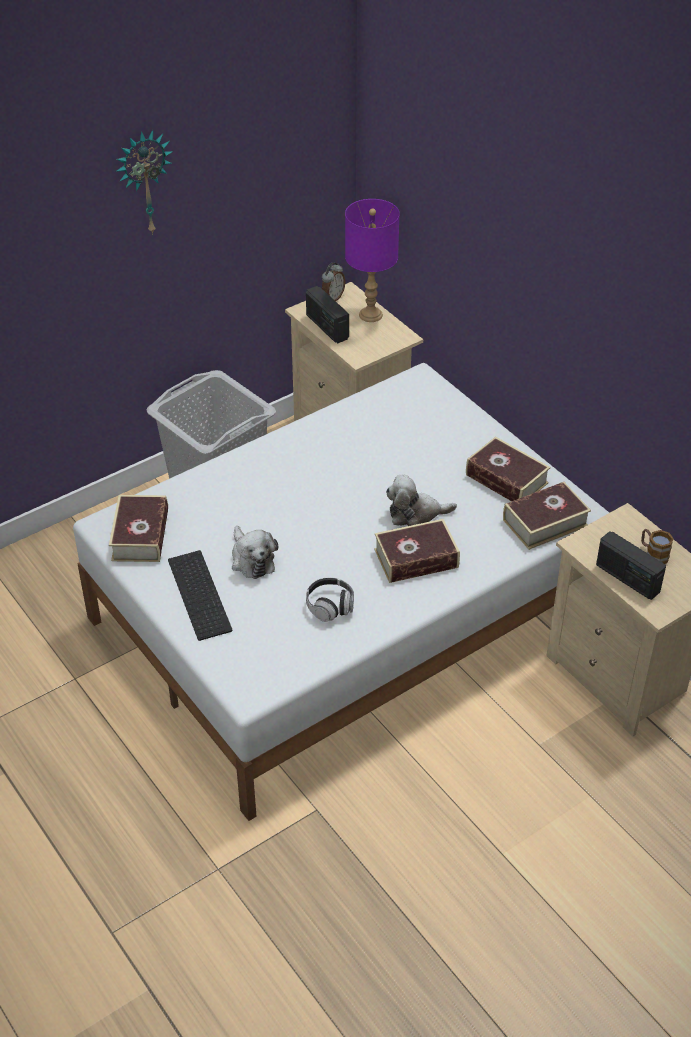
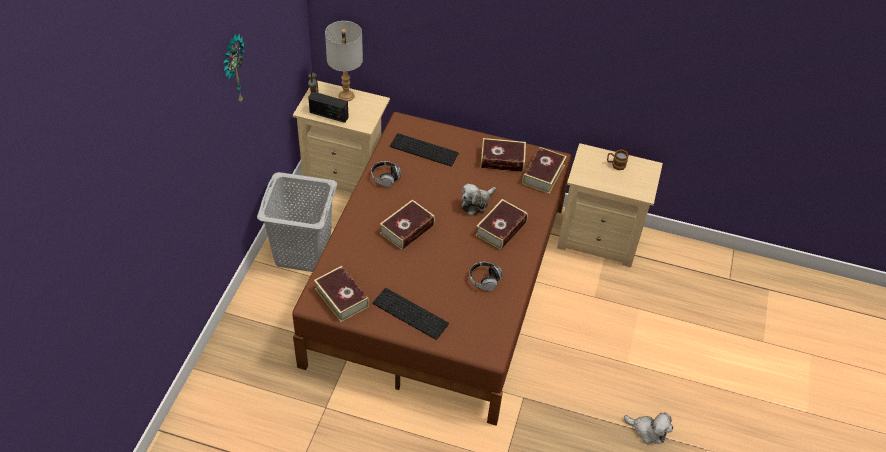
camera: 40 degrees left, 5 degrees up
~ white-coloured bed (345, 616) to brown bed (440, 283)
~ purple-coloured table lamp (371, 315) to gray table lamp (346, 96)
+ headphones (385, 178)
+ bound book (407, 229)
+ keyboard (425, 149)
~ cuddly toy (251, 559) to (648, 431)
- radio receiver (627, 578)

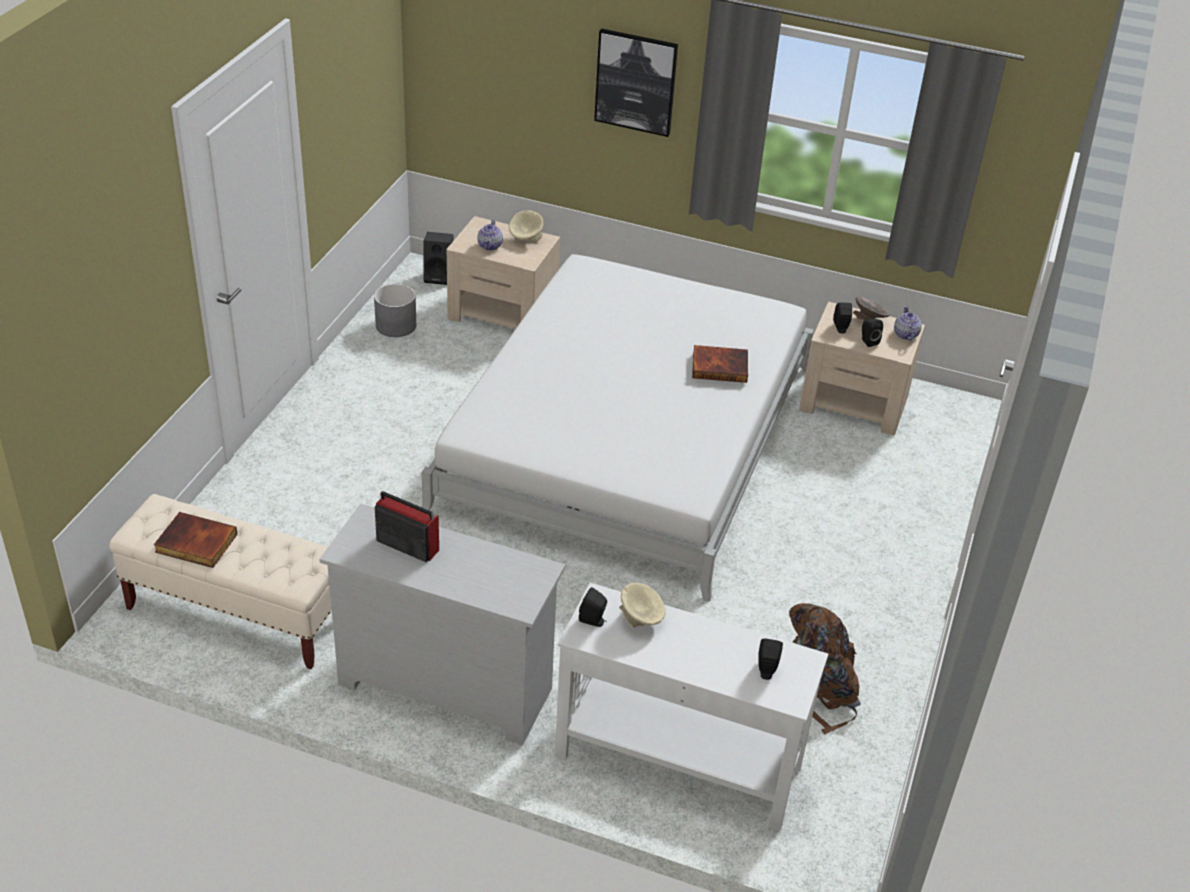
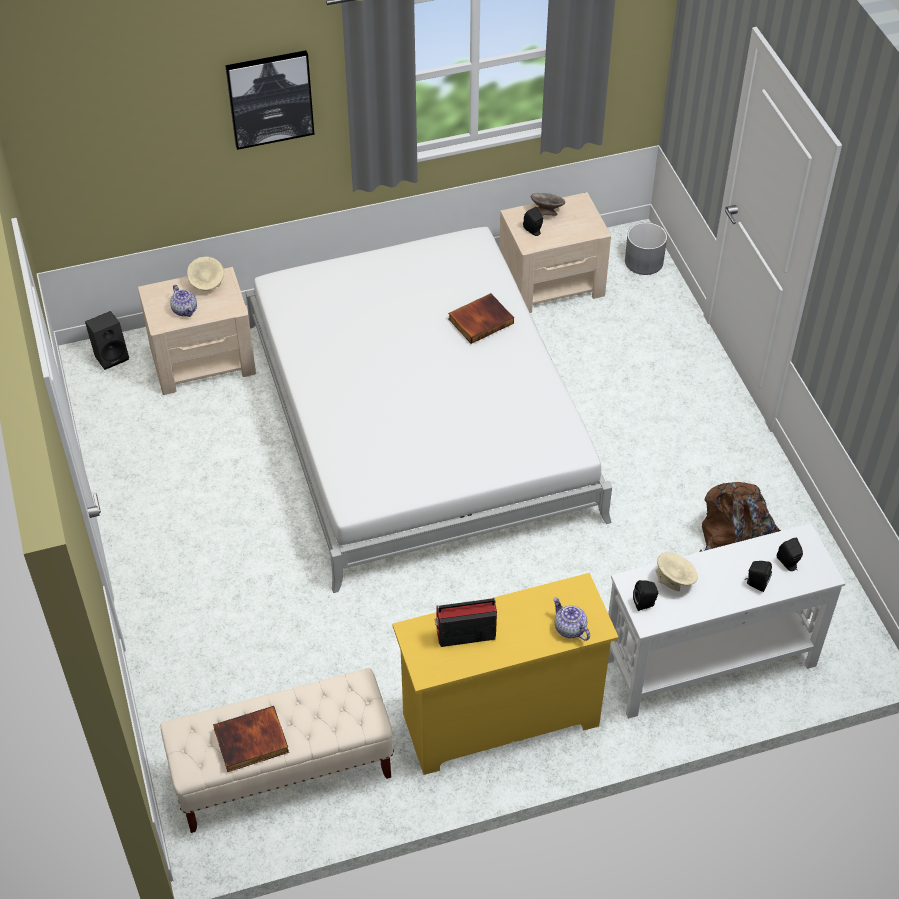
camera: 35 degrees left, 10 degrees up
~ white-coloured dresser (444, 686) to yellow dresser (499, 720)
~ pot for tea (905, 334) to (569, 628)
~ gray planter (396, 325) to (644, 261)
~ black-coloured audio speaker (868, 341) to (755, 583)

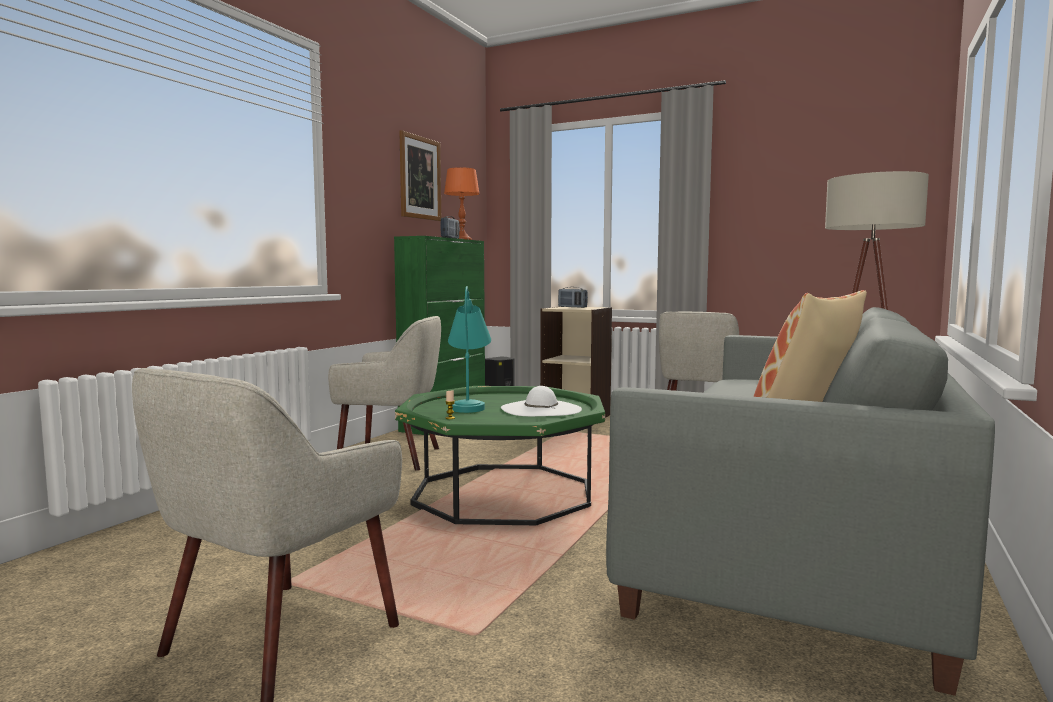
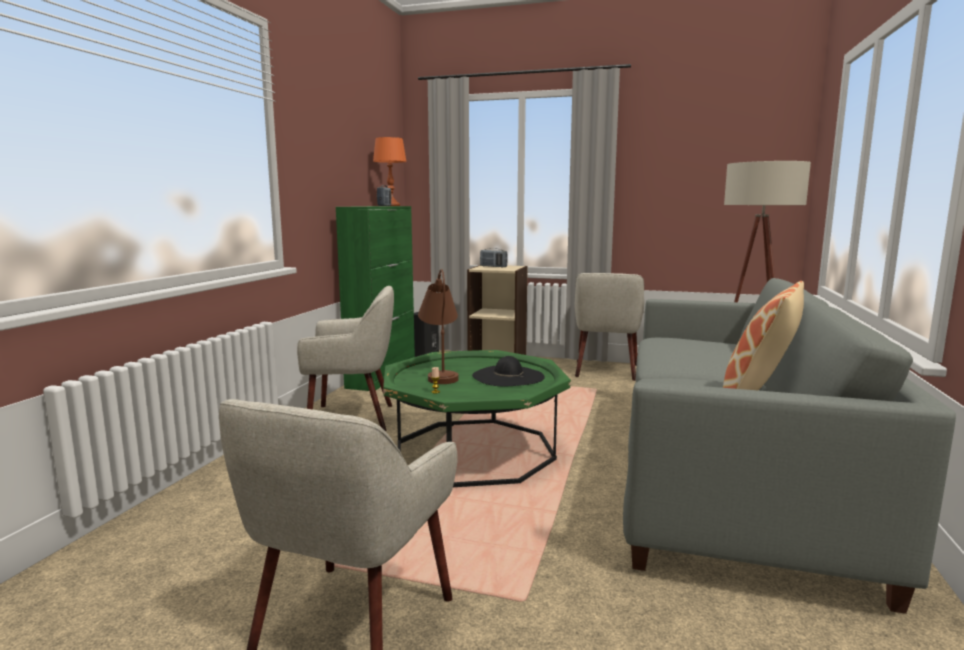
camera: 10 degrees left, 5 degrees up
~ turquoise table lamp (469, 404) to brown table lamp (441, 373)
~ white-coloured clothing hat (541, 409) to black-coloured clothing hat (508, 376)
- wall art (420, 178)

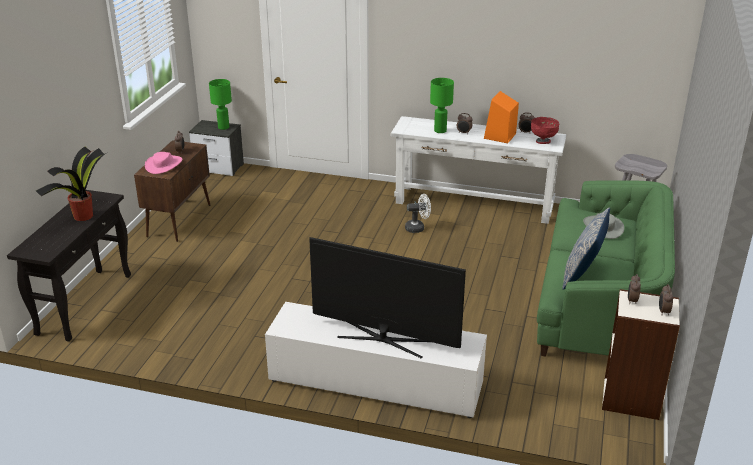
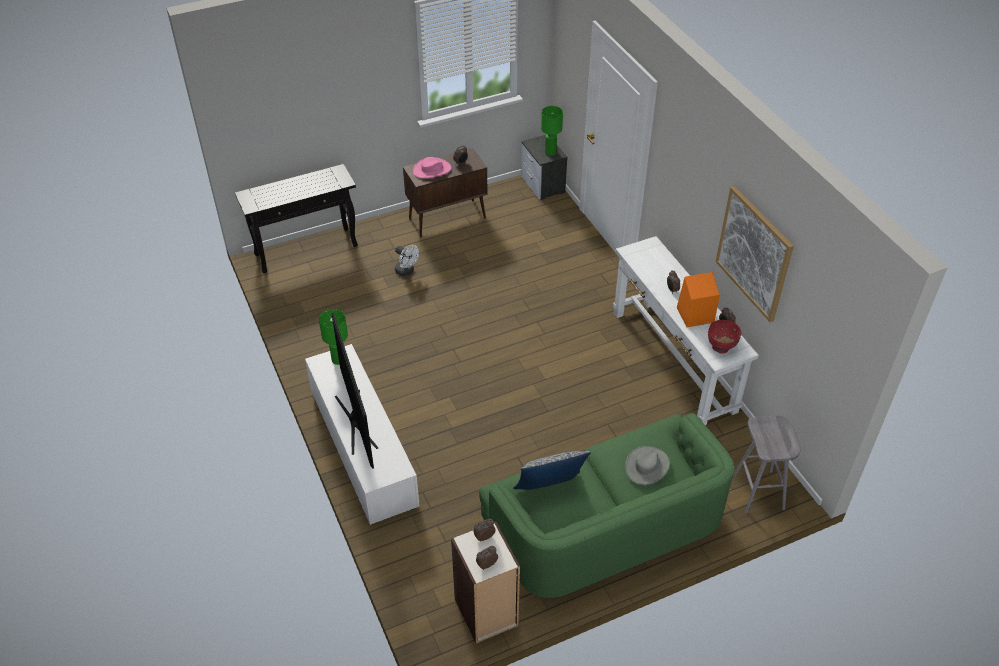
camera: 50 degrees right, 15 degrees up
~ greenish table lamp (440, 131) to (338, 360)
~ white-coloured fan (418, 228) to (406, 271)
+ wall art (754, 253)
- houseplant (82, 217)

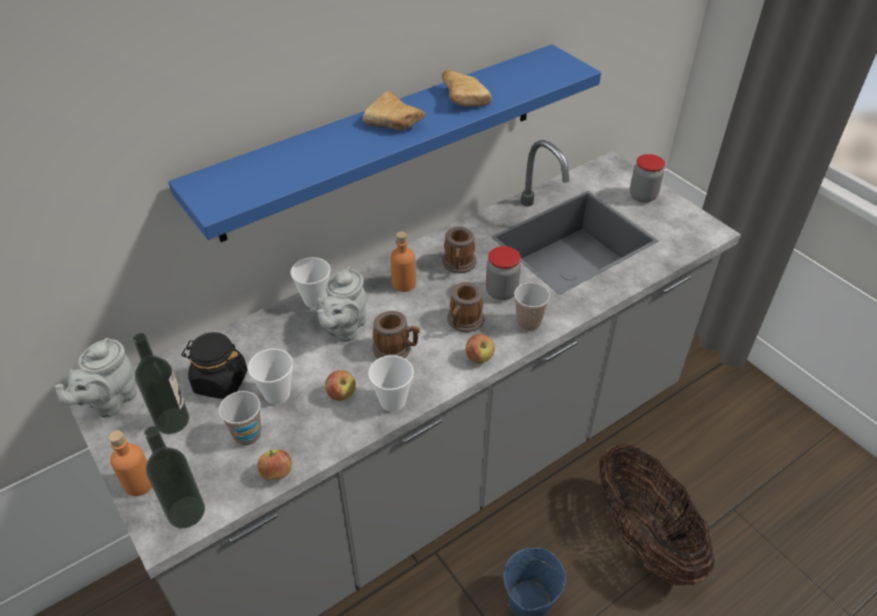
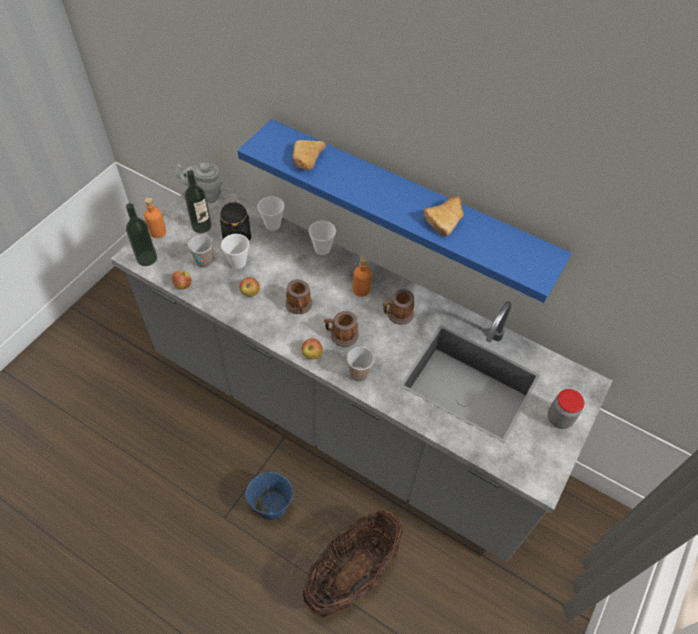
camera: 65 degrees right, 10 degrees up
~ drinking cup (392, 401) to (272, 225)
~ bread (396, 123) to (307, 162)
- gray pot for tea (344, 328)
- jar (501, 291)

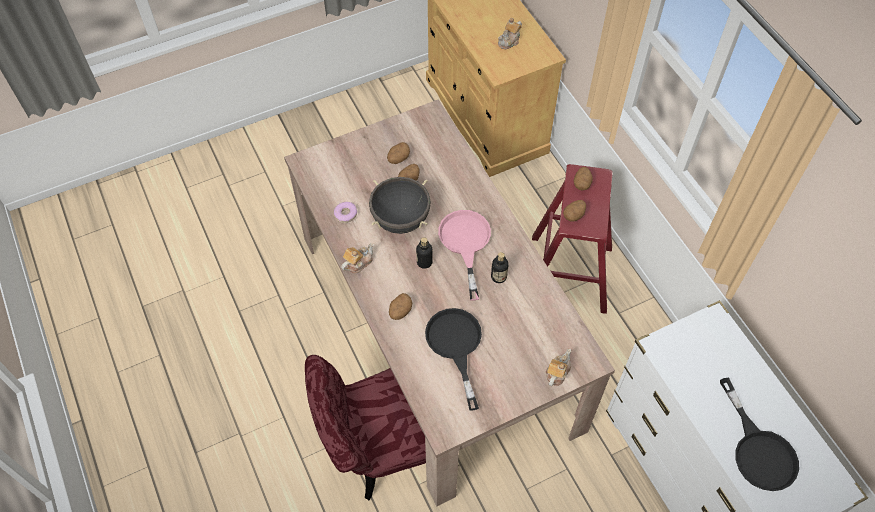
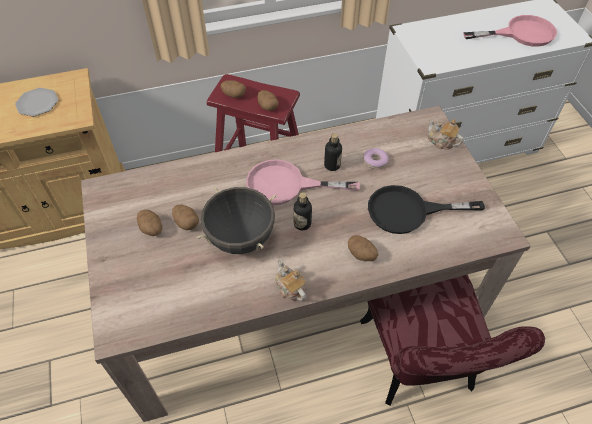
camera: 80 degrees left, 5 degrees down
~ pot for tea (509, 41) to dinner plate (38, 103)
~ doughnut (345, 214) to (375, 161)
~ black-coloured pan (759, 450) to pink pan (521, 34)

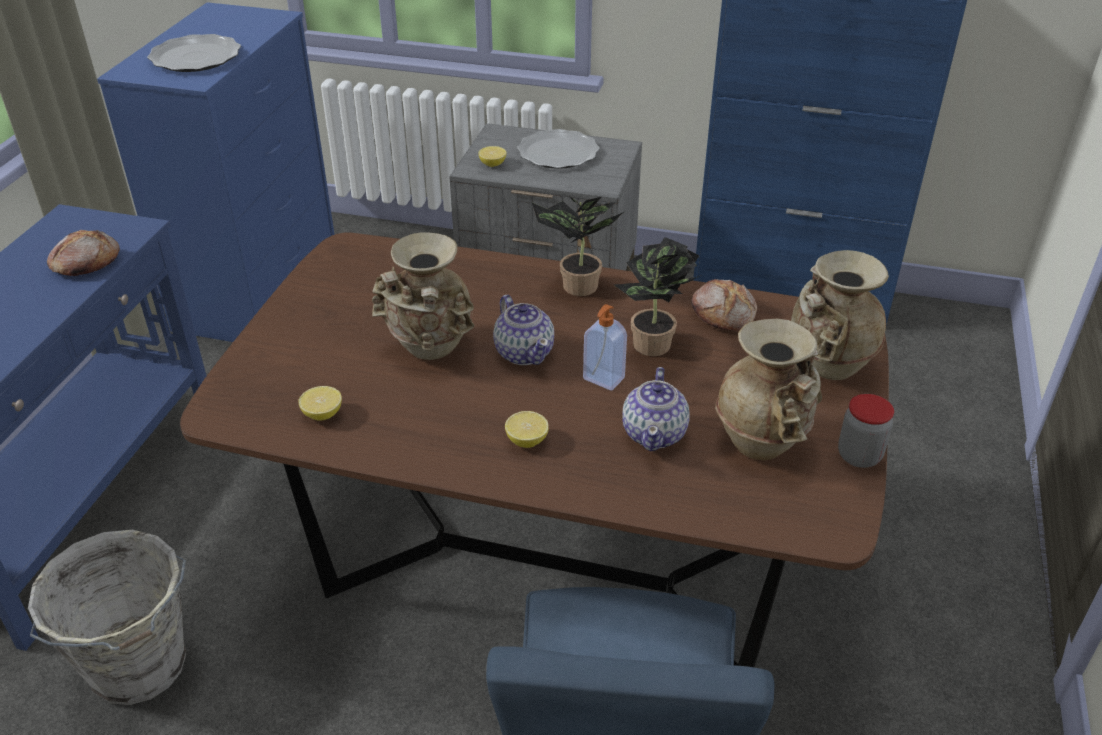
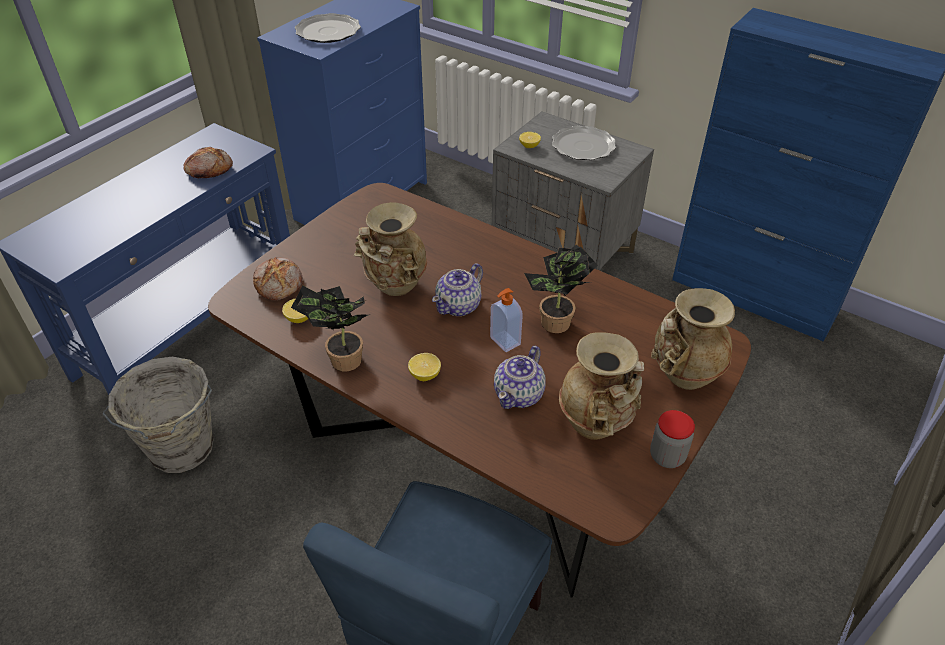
camera: 20 degrees right, 5 degrees up
~ bread (724, 313) to (280, 284)
~ houseplant (575, 287) to (341, 360)
~ pot for tea (524, 352) = (459, 306) 45 degrees clockwise

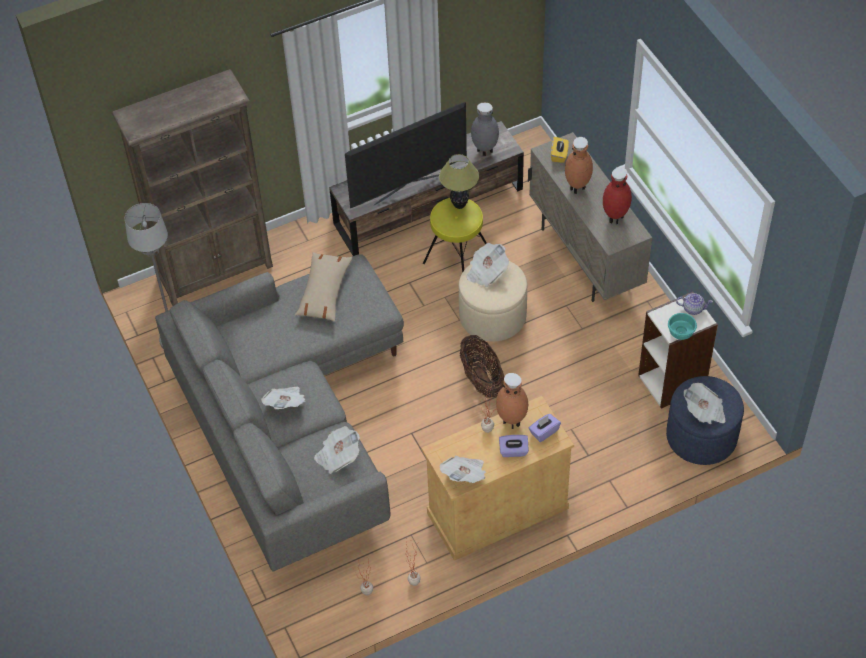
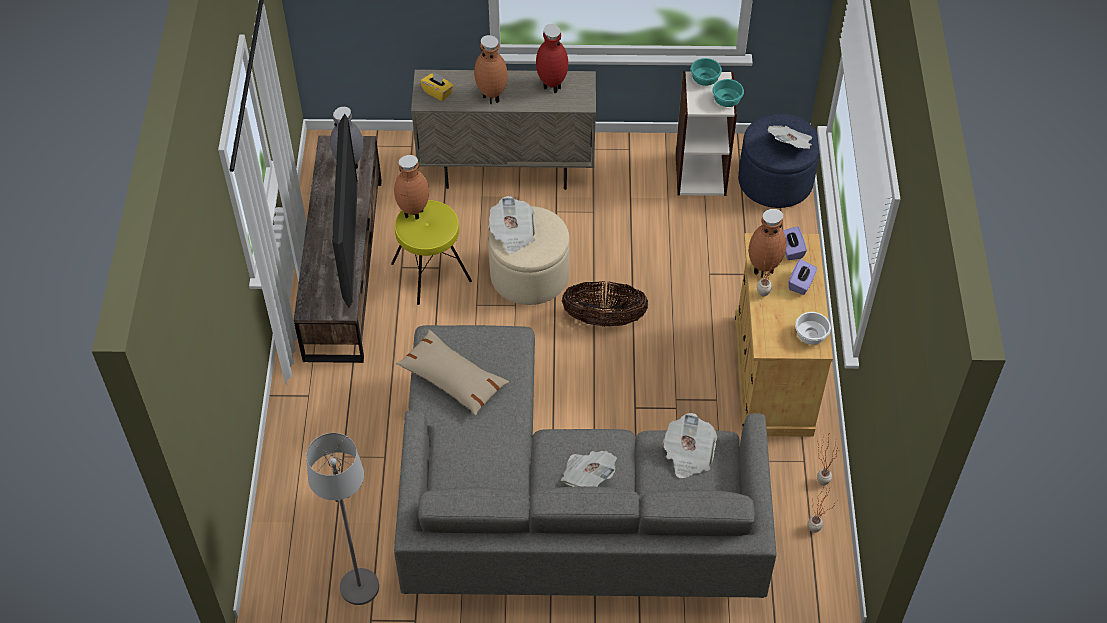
camera: 65 degrees left, 0 degrees up
~ table lamp (459, 205) to brown vase (414, 214)
~ pot for tea (693, 308) to turquoise deep dish (704, 80)
~ newspaper (465, 475) to white-coloured deep dish (809, 335)
- brown bookshelf (216, 271)

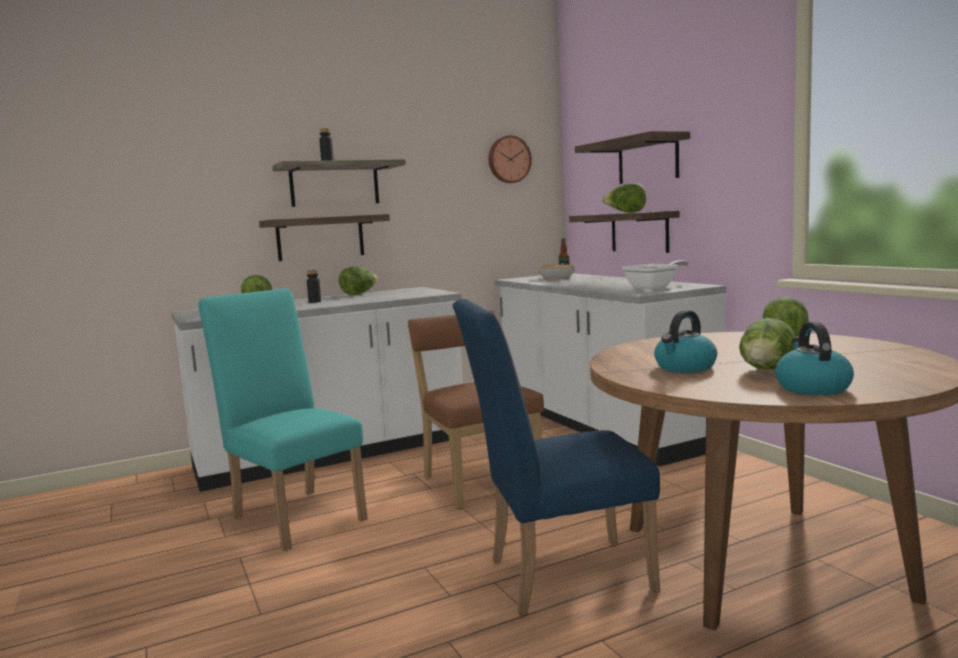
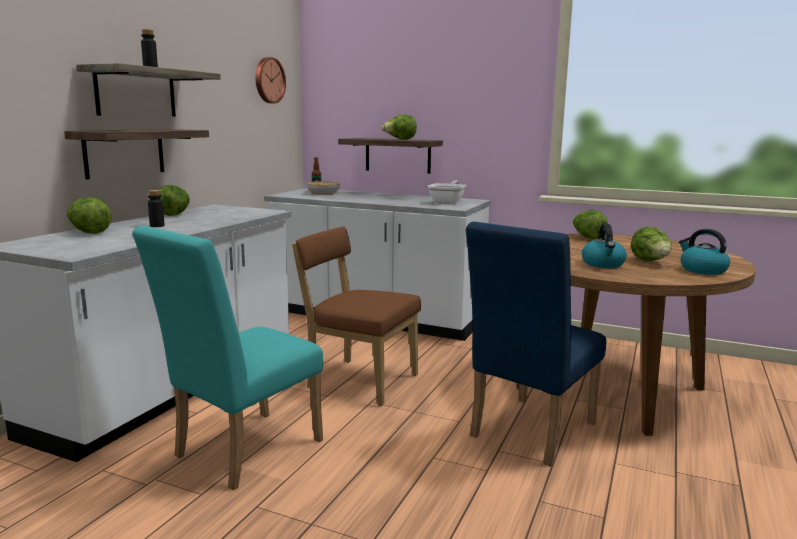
camera: 40 degrees left, 5 degrees up
~ turquoise plain chair (295, 514) = (240, 452) 60 degrees counterclockwise
- shelf (647, 160)

